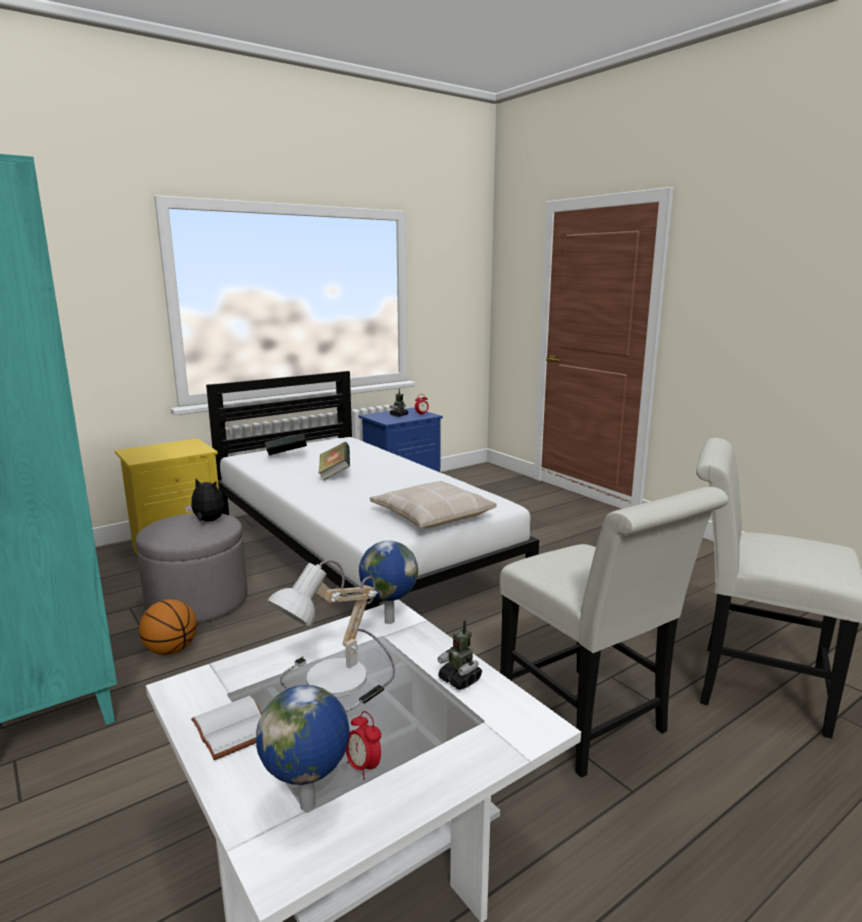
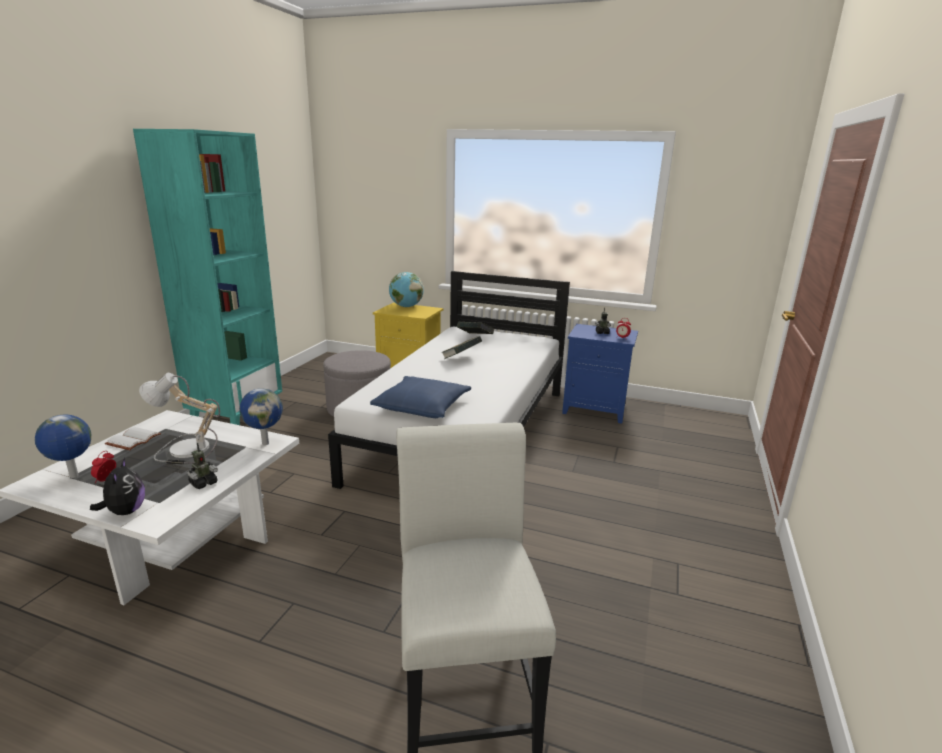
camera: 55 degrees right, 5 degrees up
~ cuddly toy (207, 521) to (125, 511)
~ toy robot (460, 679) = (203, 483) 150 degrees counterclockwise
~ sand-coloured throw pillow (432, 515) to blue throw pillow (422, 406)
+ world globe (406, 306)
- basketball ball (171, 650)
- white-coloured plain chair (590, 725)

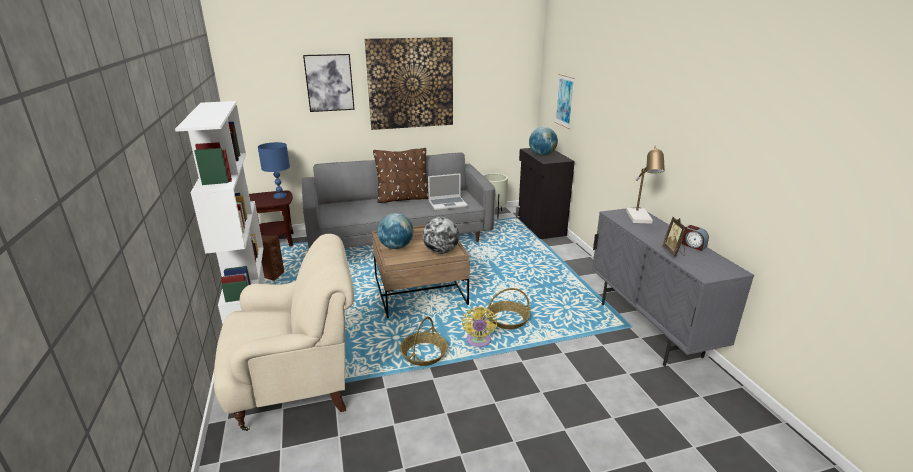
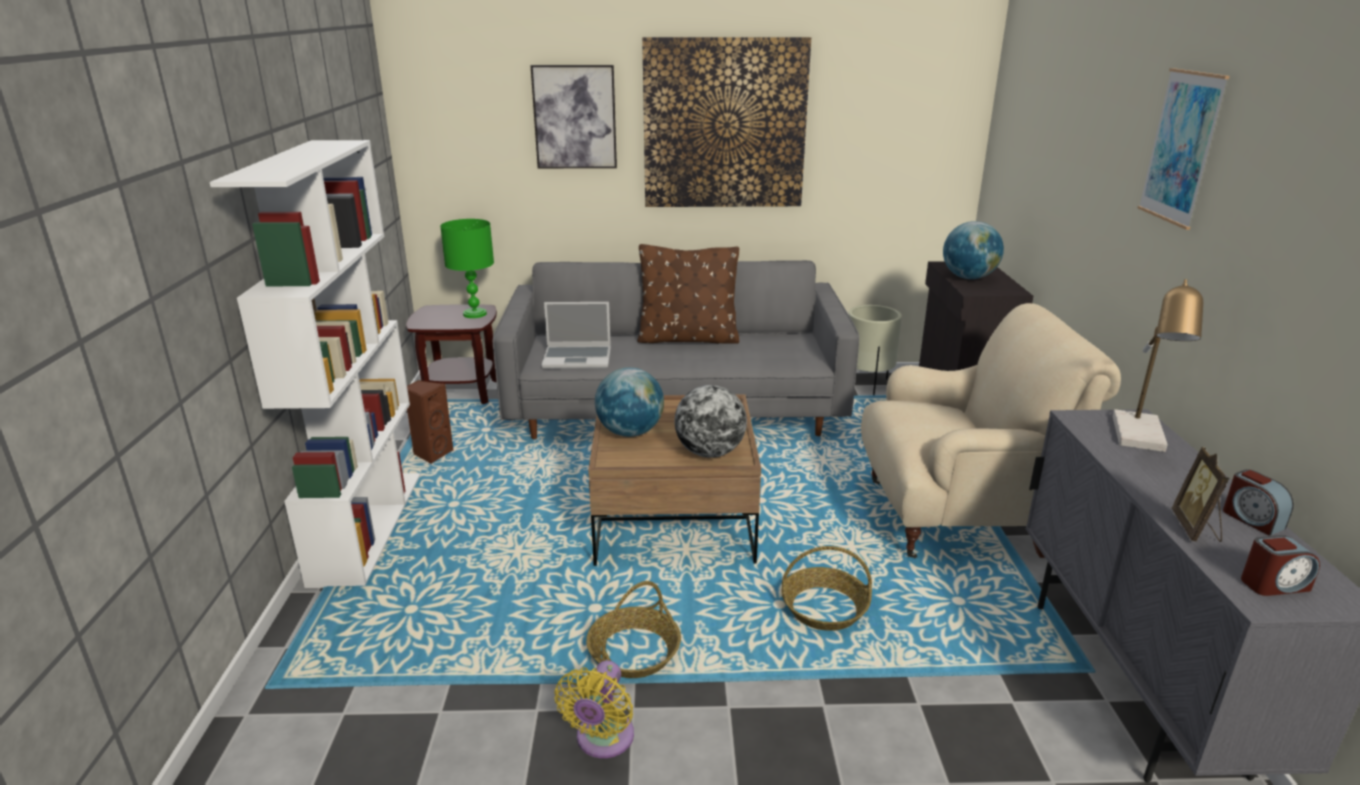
camera: 15 degrees right, 0 degrees up
~ blue table lamp (280, 196) to greenish table lamp (475, 314)
~ notebook computer (448, 204) to (578, 358)
~ yellow fan (478, 342) to (602, 740)
~ sand-coloured easy chair (297, 386) to (957, 517)
~ wall art (564, 101) to (1181, 147)
+ table clock (1274, 584)

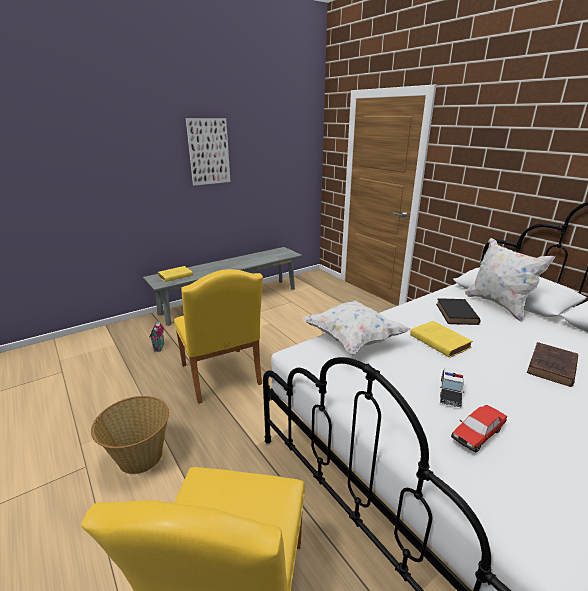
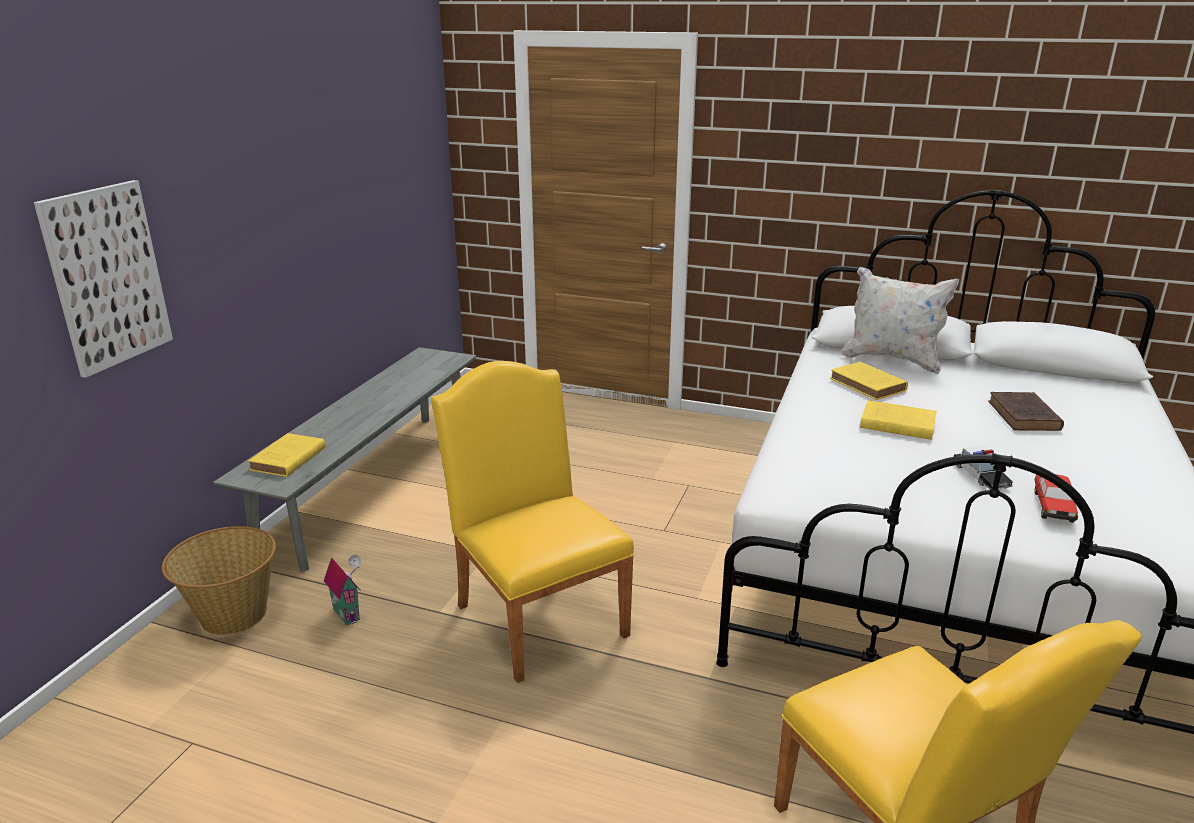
camera: 35 degrees left, 0 degrees up
~ wall art (208, 151) to (107, 277)
~ basket (139, 457) to (232, 615)
~ yellow plain chair (222, 377) = (536, 613) 150 degrees counterclockwise
~ black-coloured bound book (457, 315) to yellow bound book (869, 385)
- white-coloured throw pillow (352, 339)

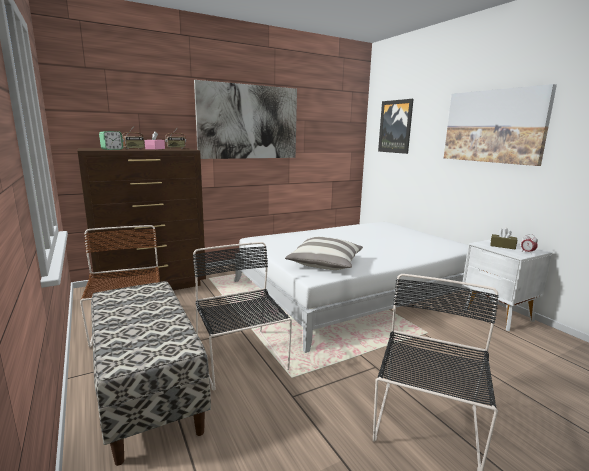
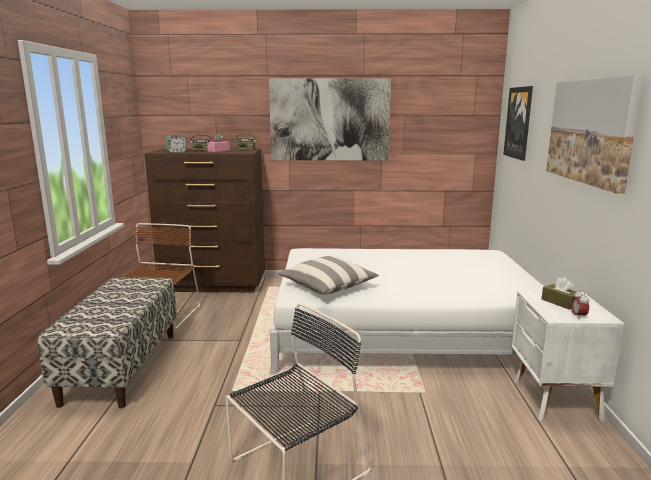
camera: 30 degrees right, 0 degrees up
- black-coloured plain chair (241, 361)

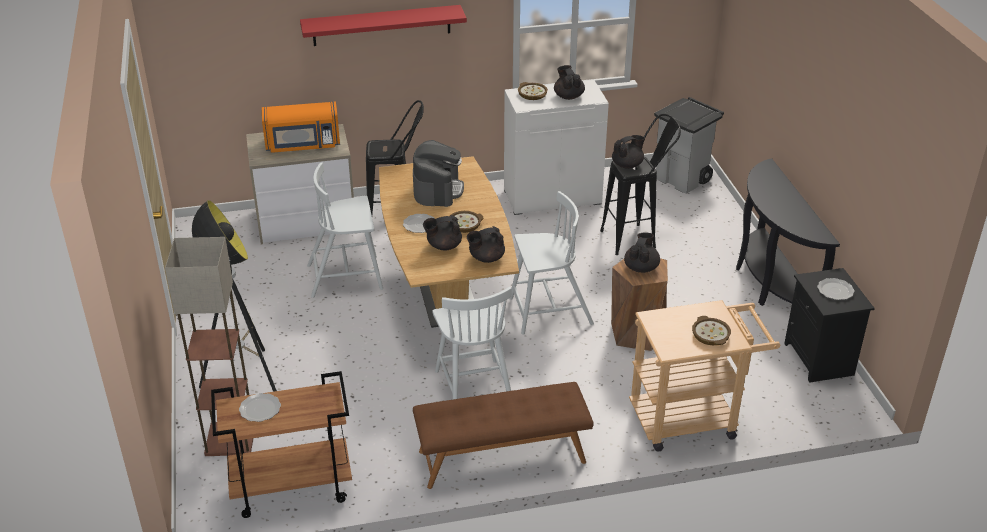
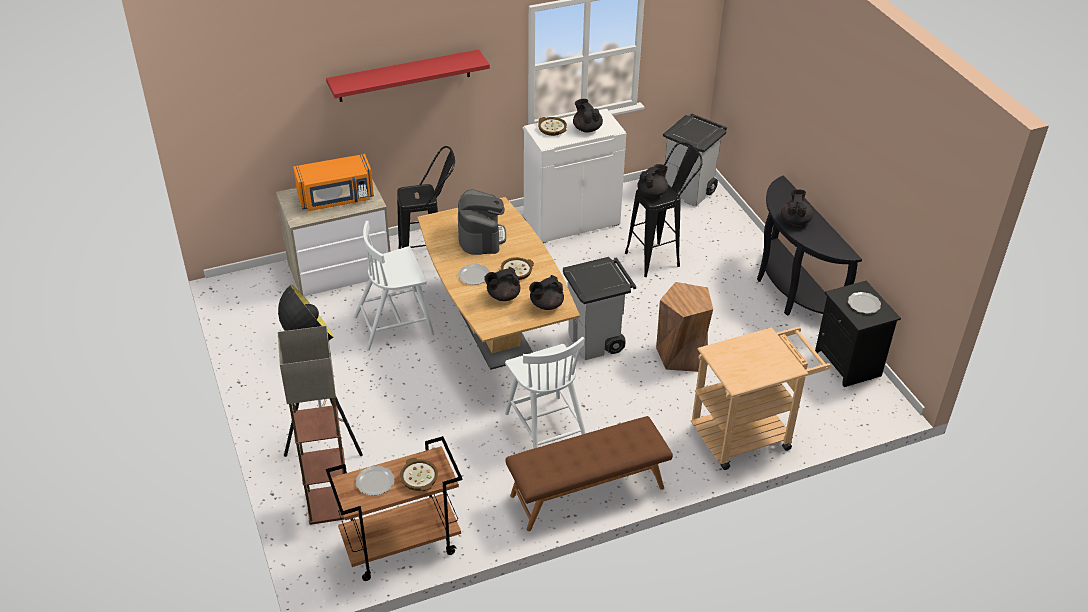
camera: 10 degrees left, 5 degrees up
~ deep dish (710, 335) to (418, 478)
~ white-coloured plain chair (549, 312) to gray waste bin (596, 342)
~ black-coloured pot for tea (641, 267) to (795, 221)

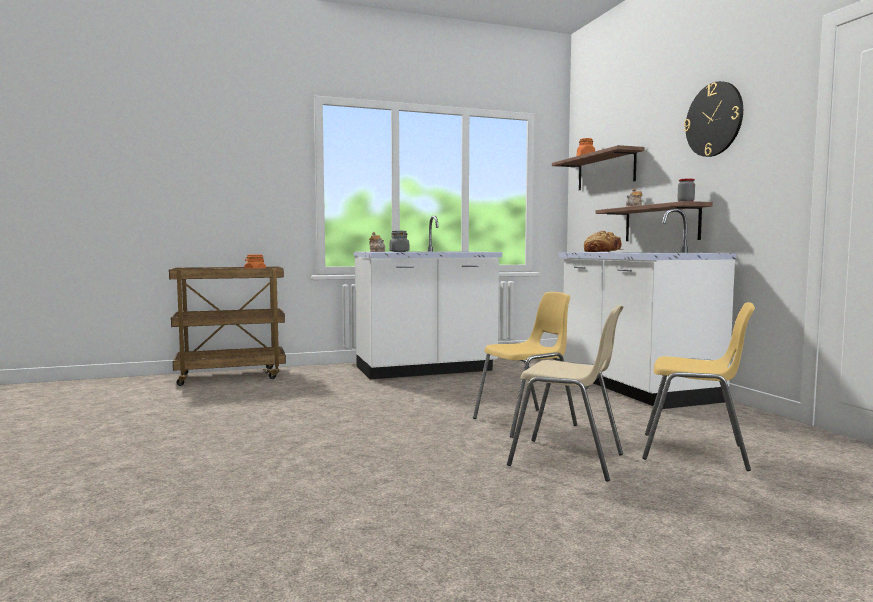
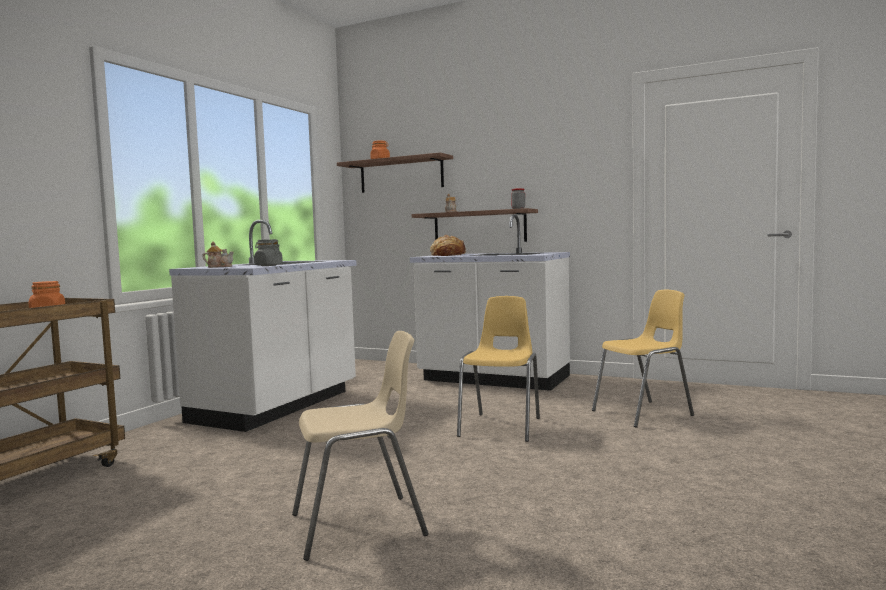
camera: 45 degrees left, 0 degrees up
~ sand-coloured plain chair (568, 460) to (359, 525)
- hanging clock (714, 119)

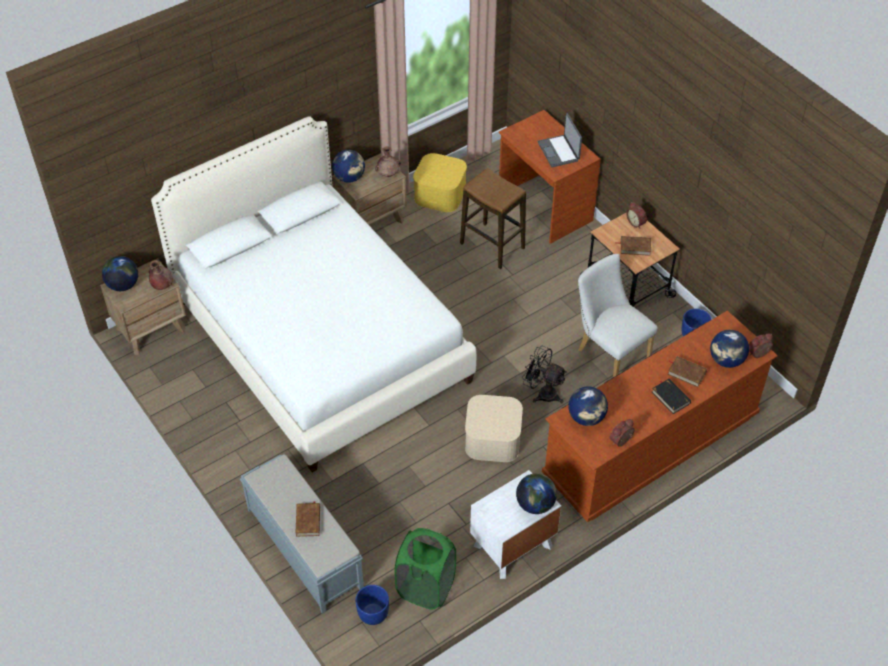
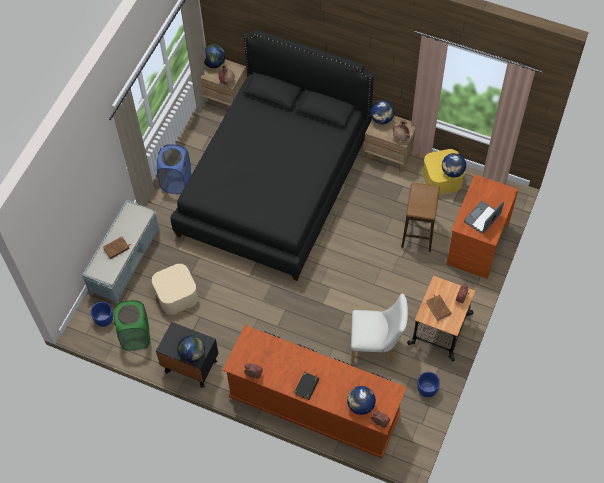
camera: 60 degrees right, 10 degrees up
~ sand-coloured storage container (492, 439) to (176, 294)
~ white-coloured bedside table (512, 546) to black-coloured bedside table (190, 366)
+ blue washing basket (176, 182)
~ white-coloured bed (321, 339) to black-coloured bed (274, 184)
~ white-coloured plain chair (609, 351) = (376, 345) 75 degrees clockwise
~ world globe (586, 418) to (452, 172)
- black-coloured fan (542, 393)
- brown bound book (686, 373)

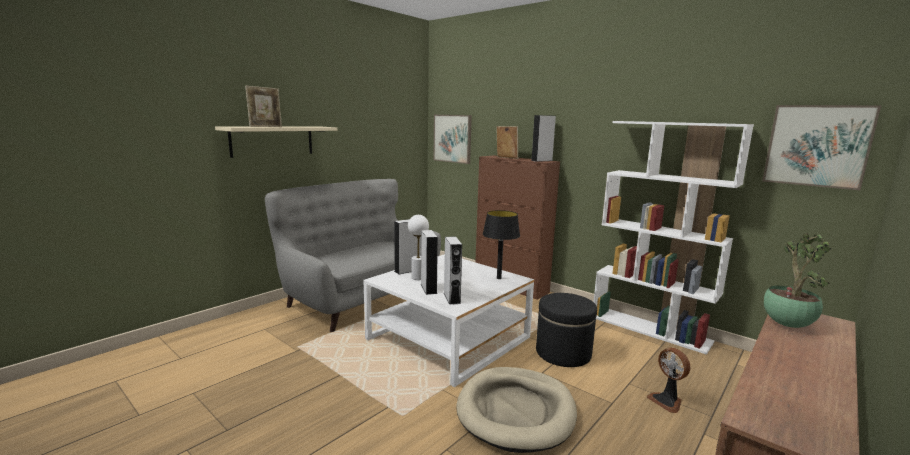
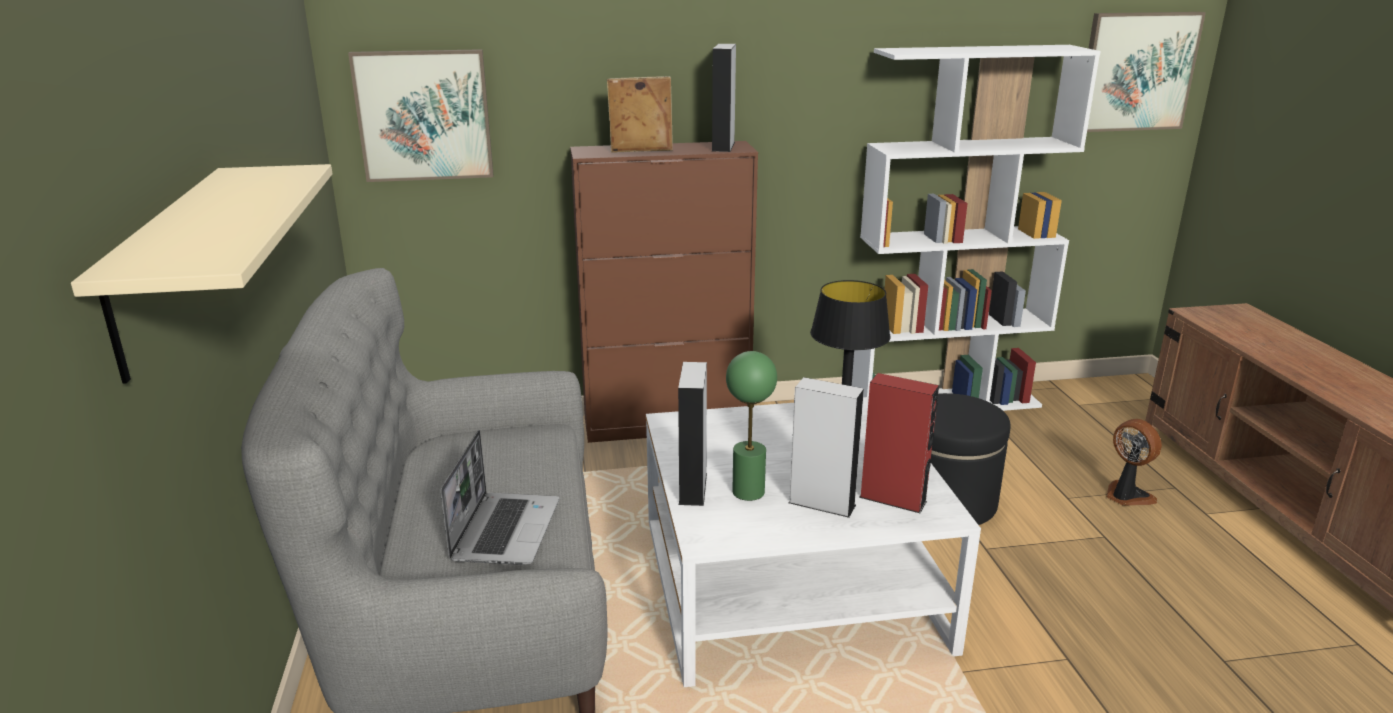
camera: 50 degrees left, 10 degrees up
+ notebook computer (505, 529)
~ white-coloured table lamp (418, 277) to greenish table lamp (748, 492)
~ gray audio speaker (452, 298) to red-coloured audio speaker (893, 499)
~ fan (667, 401) = (1126, 496) 135 degrees counterclockwise
- picture frame (265, 127)
- sand-coloured dog cushion (516, 411)
- houseplant (786, 324)

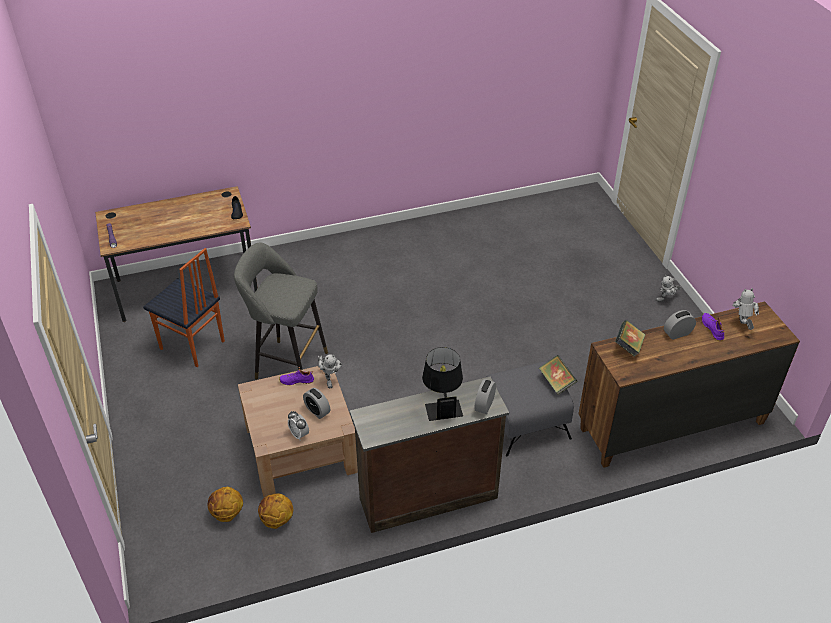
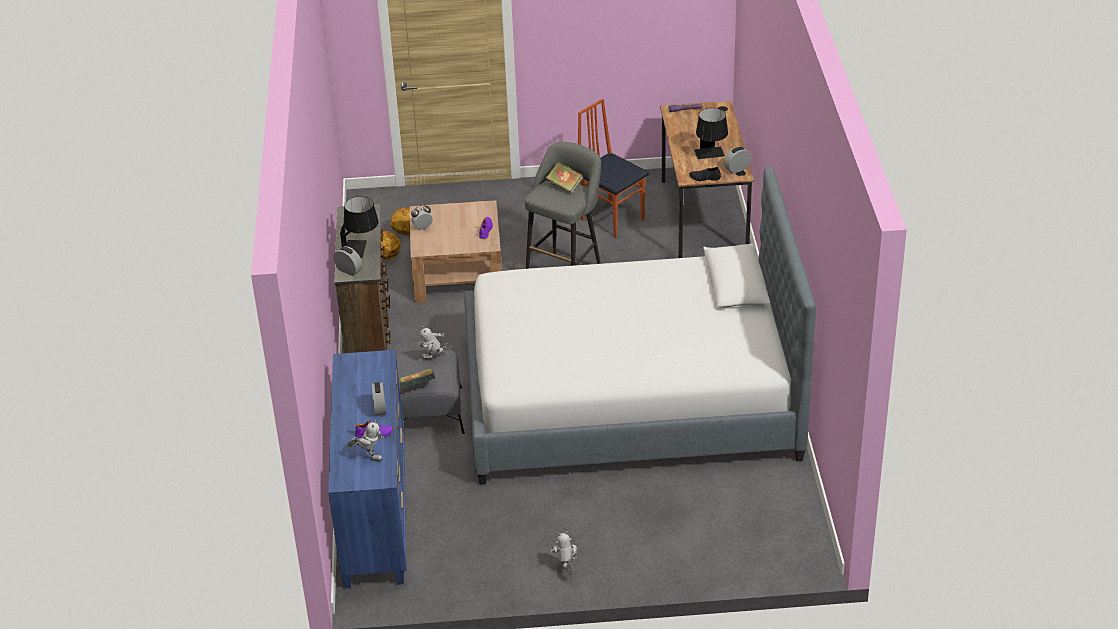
camera: 105 degrees right, 5 degrees down
~ brown dresser (670, 425) to blue dresser (376, 514)
~ toy robot (330, 379) to (435, 359)
+ bed (629, 398)
~ bound book (628, 346) to (564, 186)
~ plain chair (192, 346) = (612, 219) 90 degrees clockwise
+ black-coloured table lamp (711, 156)
~ table clock (317, 411) to (737, 169)

